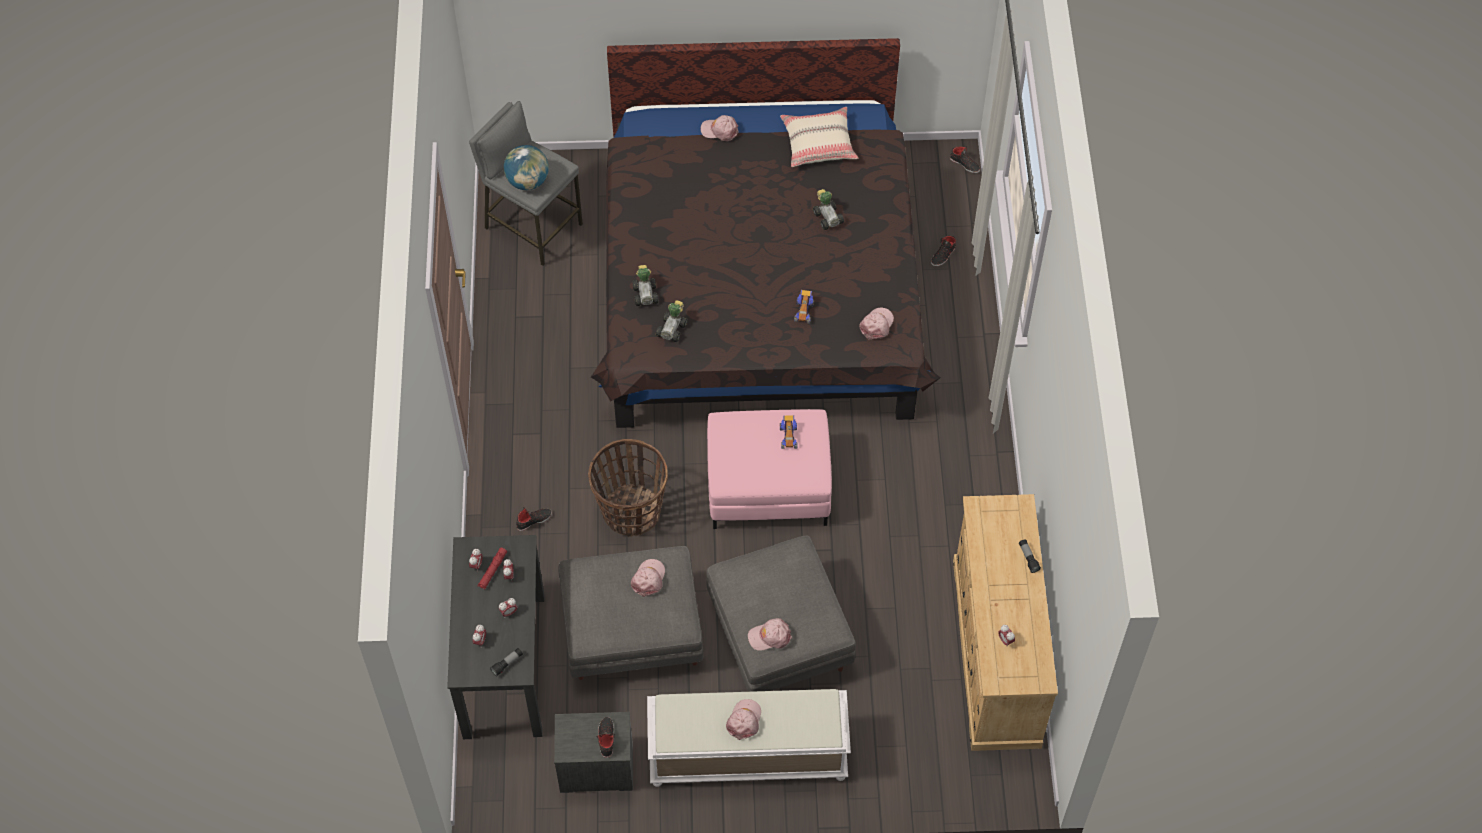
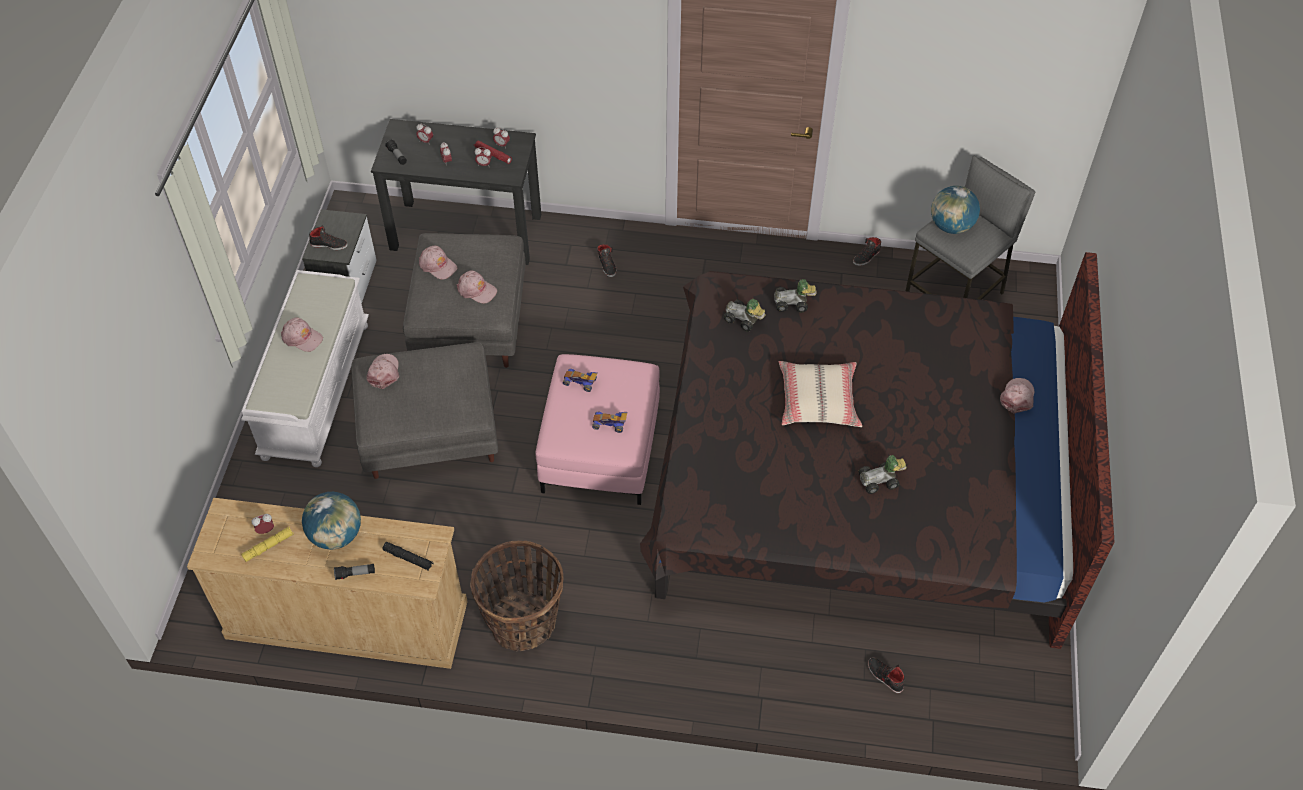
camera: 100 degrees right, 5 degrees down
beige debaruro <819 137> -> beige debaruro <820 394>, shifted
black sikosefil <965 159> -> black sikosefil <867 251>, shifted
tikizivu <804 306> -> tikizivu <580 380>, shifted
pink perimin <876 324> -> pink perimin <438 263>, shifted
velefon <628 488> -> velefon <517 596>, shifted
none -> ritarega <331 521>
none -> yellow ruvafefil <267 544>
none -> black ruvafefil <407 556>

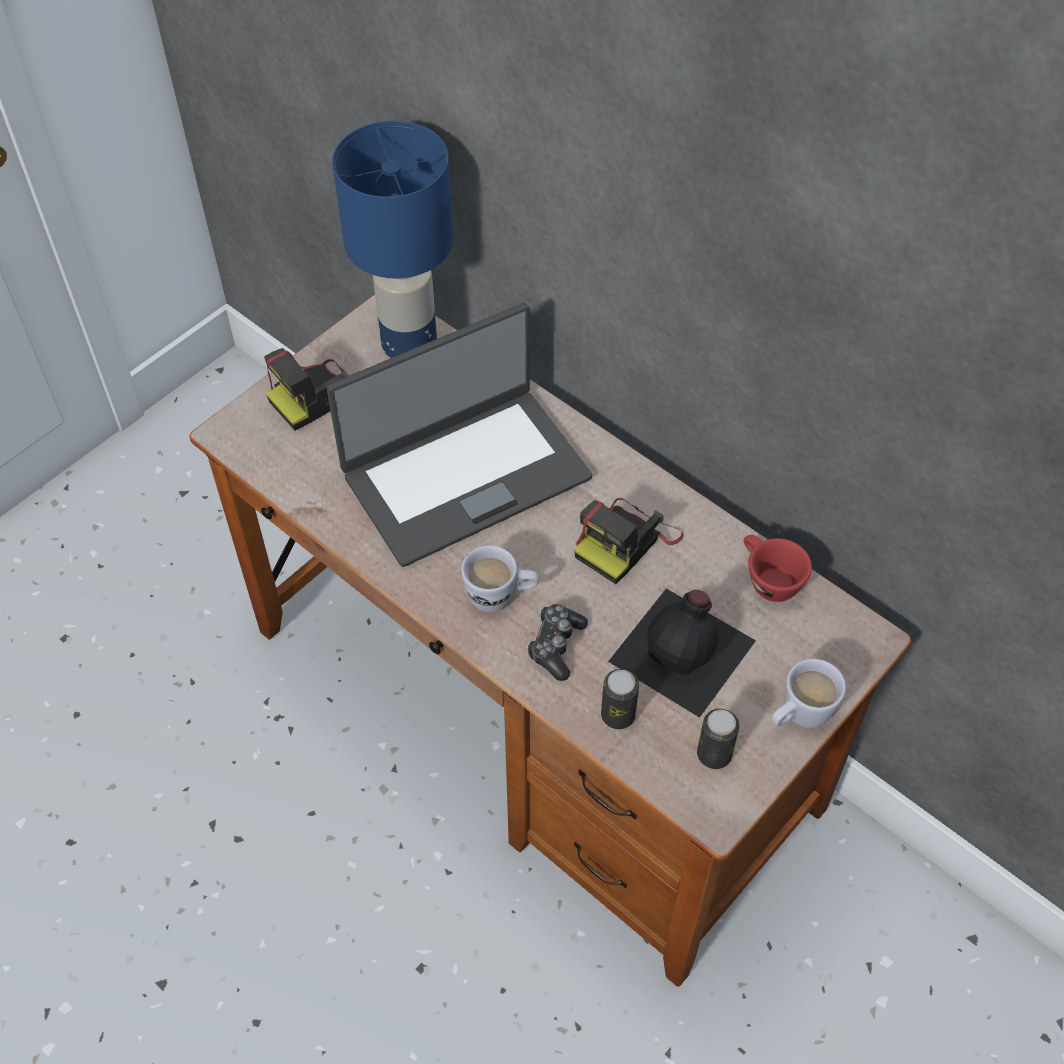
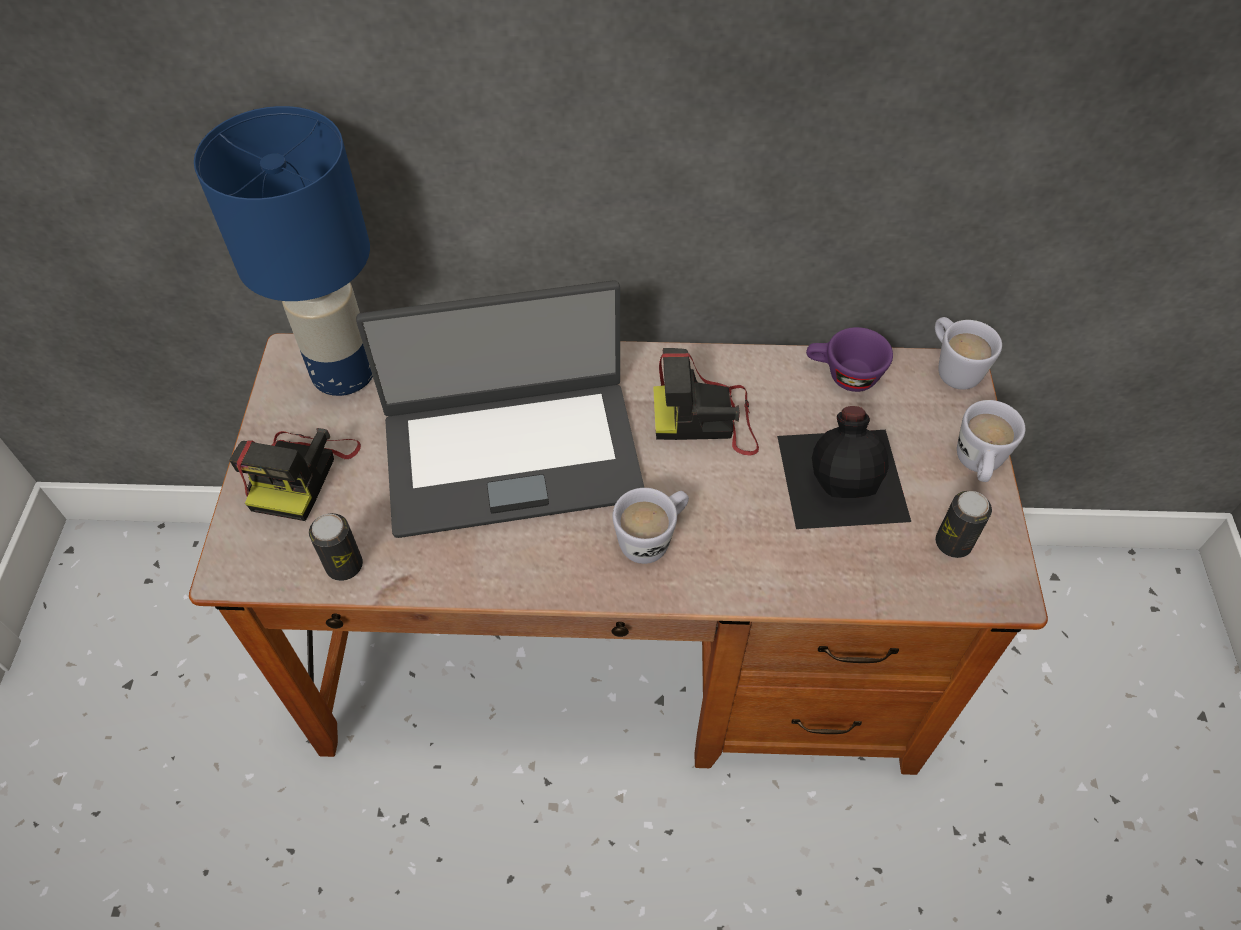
camera: 40 degrees left, 0 degrees up
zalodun <459 435> -> zalodun <500 409>, 60 degrees clockwise
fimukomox <629 541> -> fimukomox <706 401>, 90 degrees clockwise
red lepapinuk <778 568> -> purple lepapinuk <849 359>
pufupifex <557 642> -> none
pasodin <620 699> -> pasodin <336 547>, shifted
none -> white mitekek <968 353>

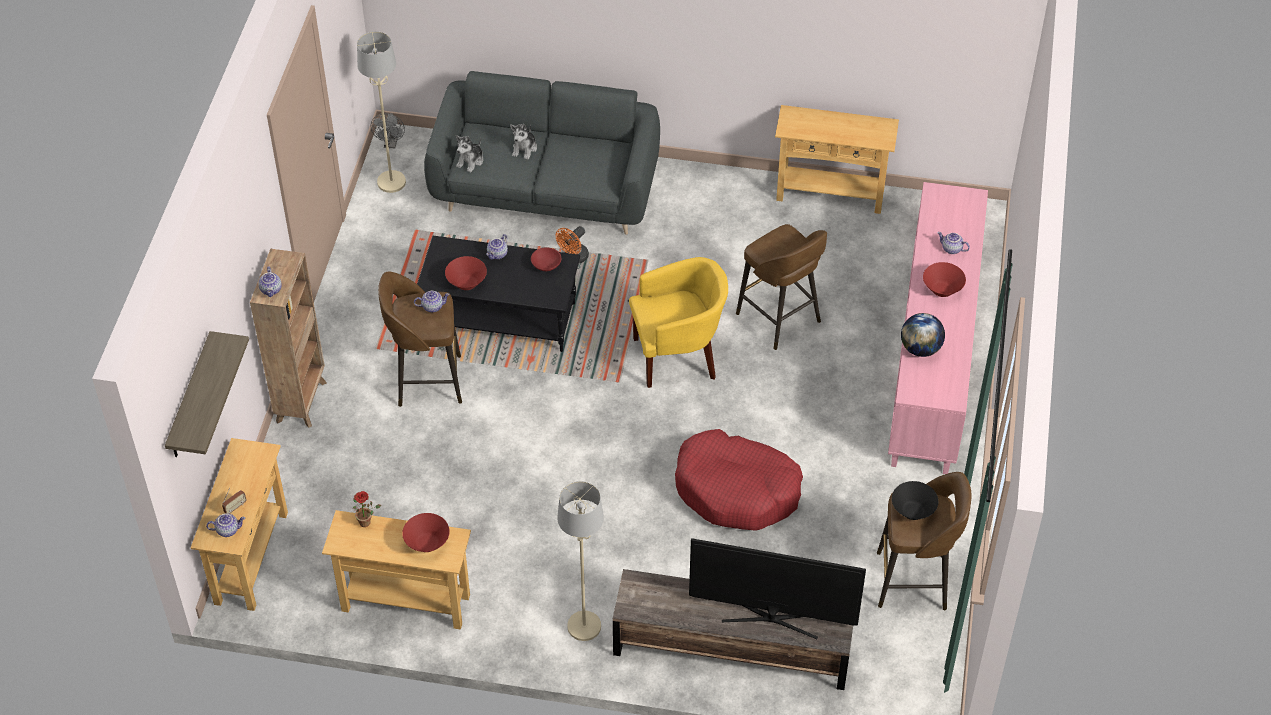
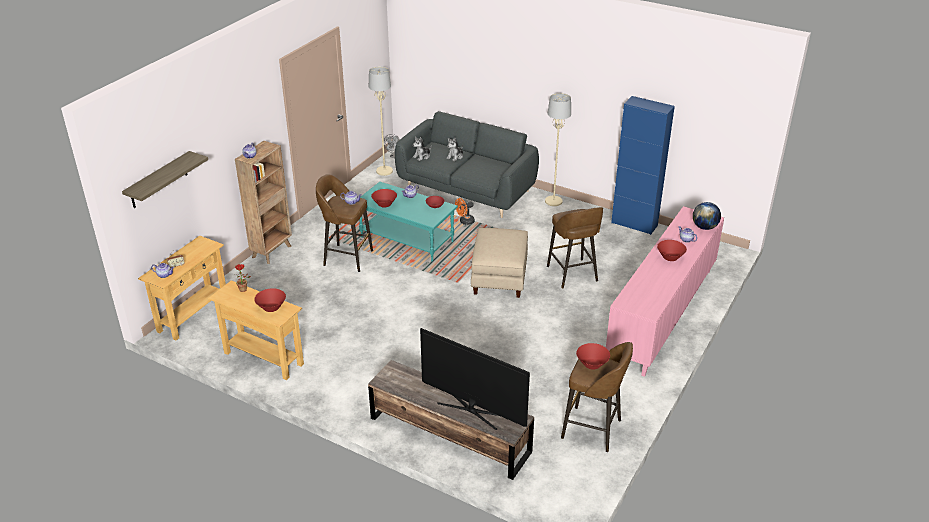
camera: 20 degrees right, 15 degrees down
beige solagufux <837 159> -> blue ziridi <643 165>
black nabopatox <498 294> -> turquoise nabopatox <408 221>
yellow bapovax <678 322> -> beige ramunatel <499 263>
ritarega <923 335> -> ritarega <707 216>, shifted
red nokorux <739 480> -> none
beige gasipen <580 561> -> beige gasipen <558 149>, shifted
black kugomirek <915 500> -> red kugomirek <593 356>

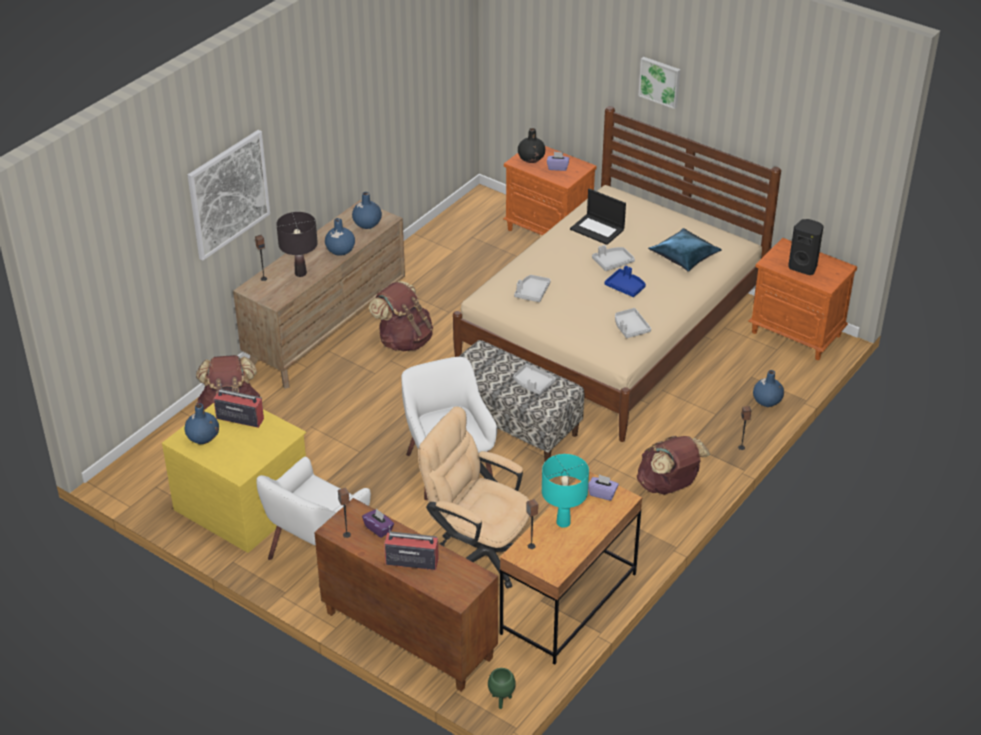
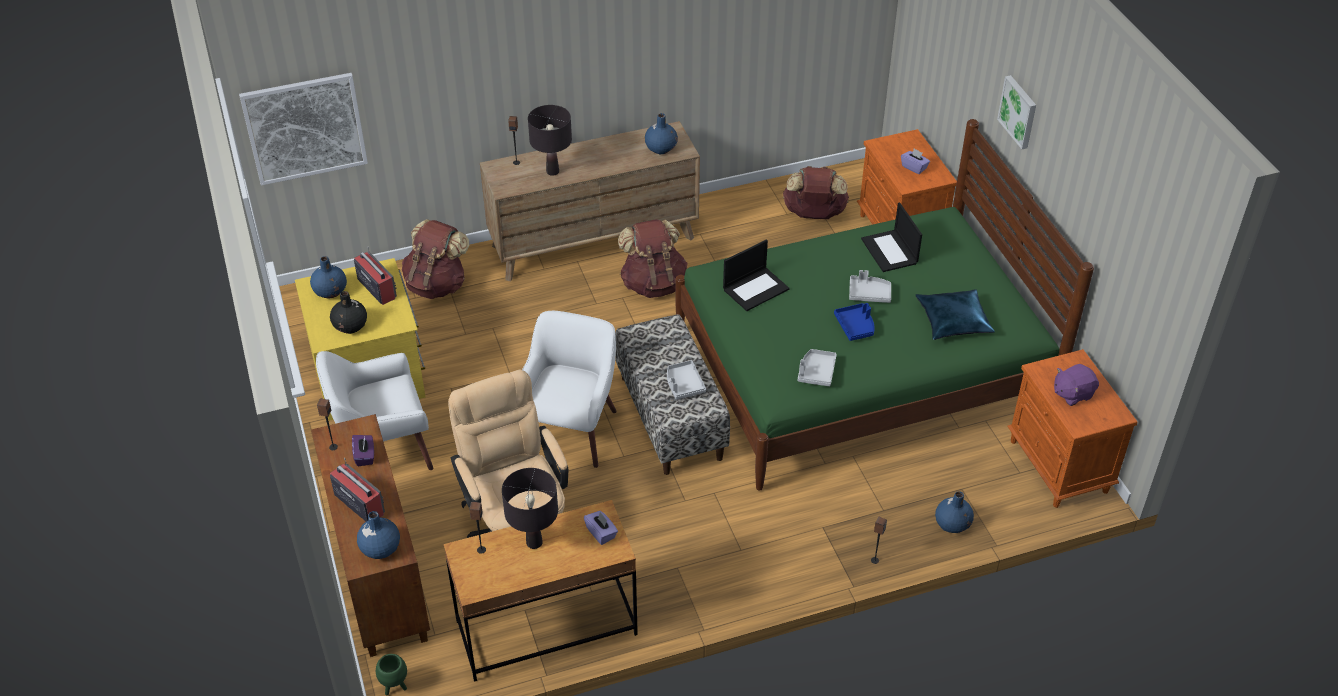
camera: 35 degrees right, 5 degrees up
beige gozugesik <617 274> -> green gozugesik <885 305>
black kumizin <531 145> -> black kumizin <348 312>, shifted
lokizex <229 195> -> lokizex <303 129>, shifted
blue kumizin <340 237> -> blue kumizin <378 535>, shifted
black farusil <806 247> -> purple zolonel <1076 385>
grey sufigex <532 288> -> zalodun <756 275>
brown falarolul <673 465> -> brown falarolul <816 192>, shifted
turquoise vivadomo <565 491> -> black vivadomo <530 508>

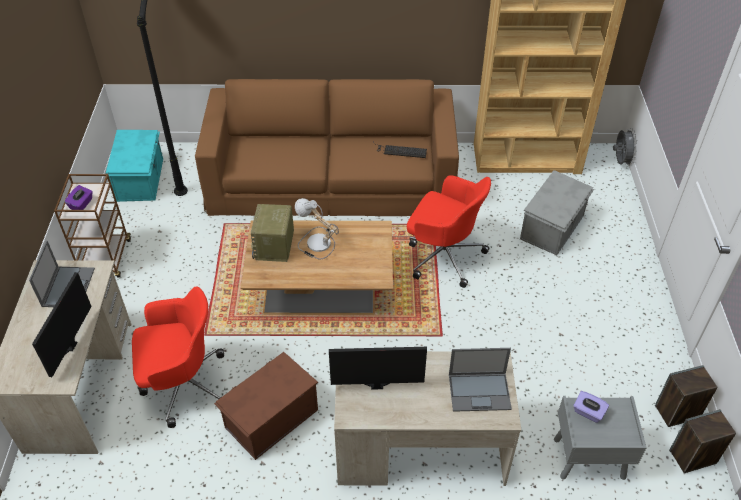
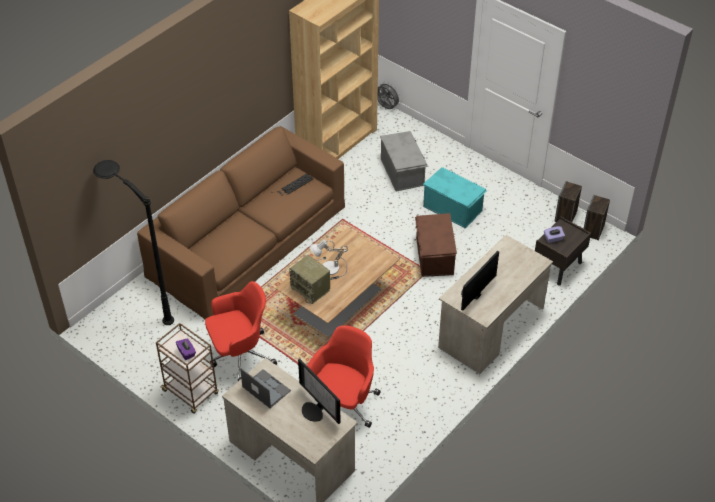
camera: 50 degrees left, 0 degrees up
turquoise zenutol <134 166> -> turquoise zenutol <455 197>, shifted
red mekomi <449 231> -> red mekomi <241 331>, shifted
zalodun <480 380> -> none
brown zenutol <266 406> -> brown zenutol <436 245>, shifted
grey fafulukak <600 438> -> brown fafulukak <563 251>

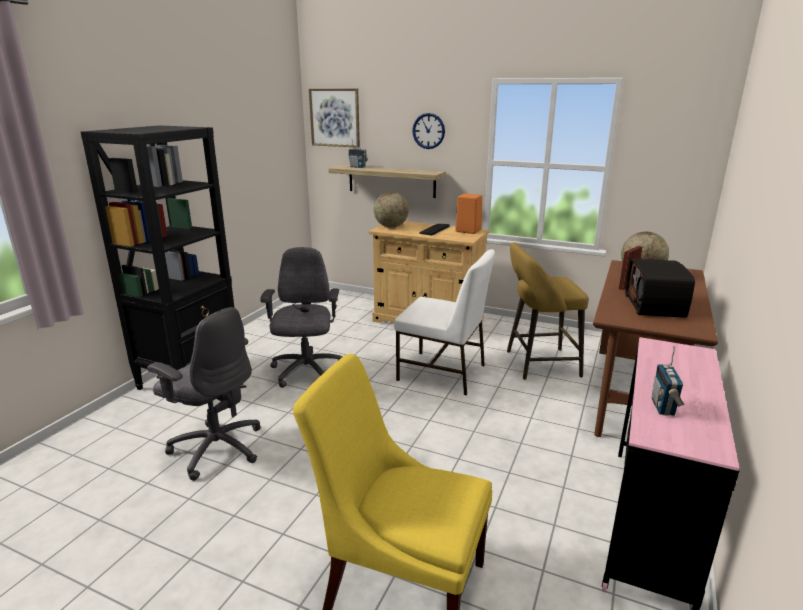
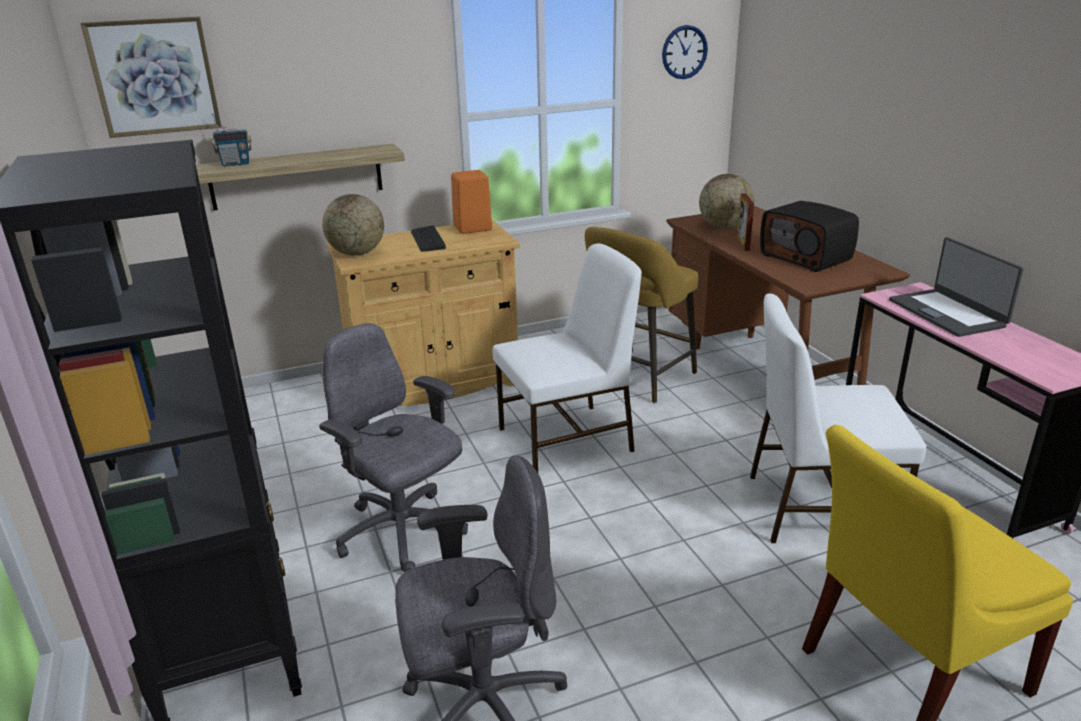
camera: 45 degrees left, 5 degrees up
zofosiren <428 131> -> zofosiren <685 52>, shifted
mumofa <667 381> -> none
none -> zalodun <956 287>
none -> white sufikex <838 418>

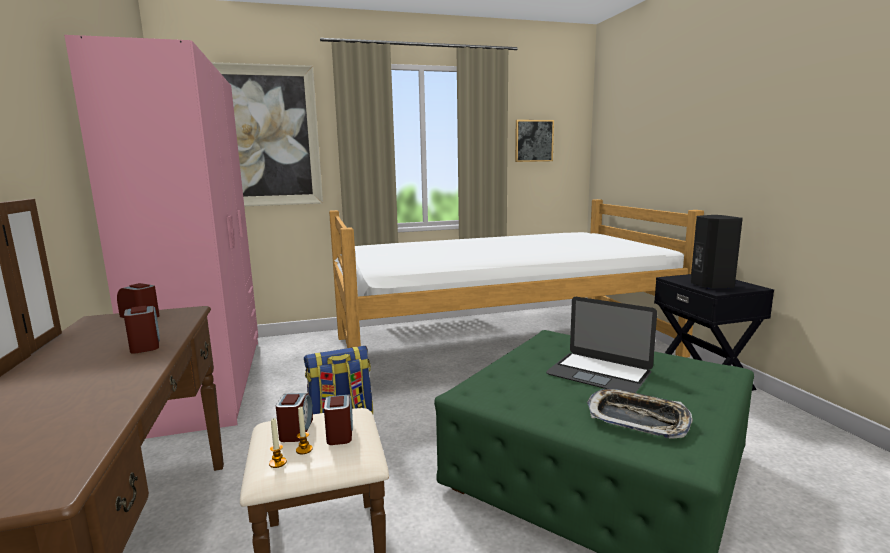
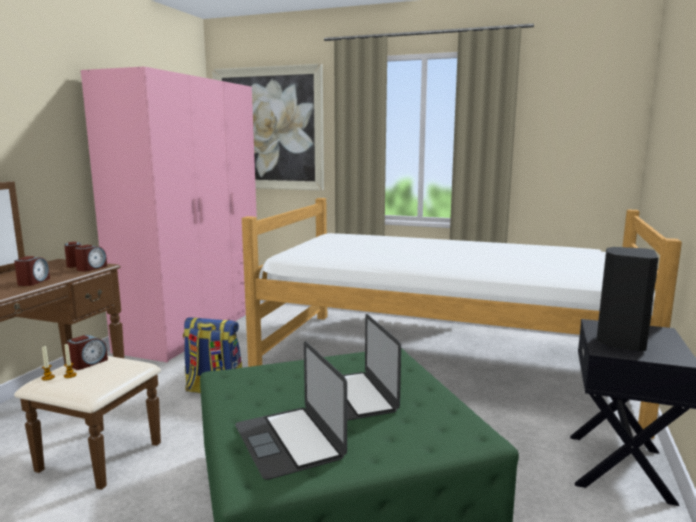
camera: 35 degrees right, 0 degrees up
lokizex <534 141> -> none
sufigex <640 414> -> zalodun <291 410>
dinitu <338 420> -> dinitu <90 258>, shifted

